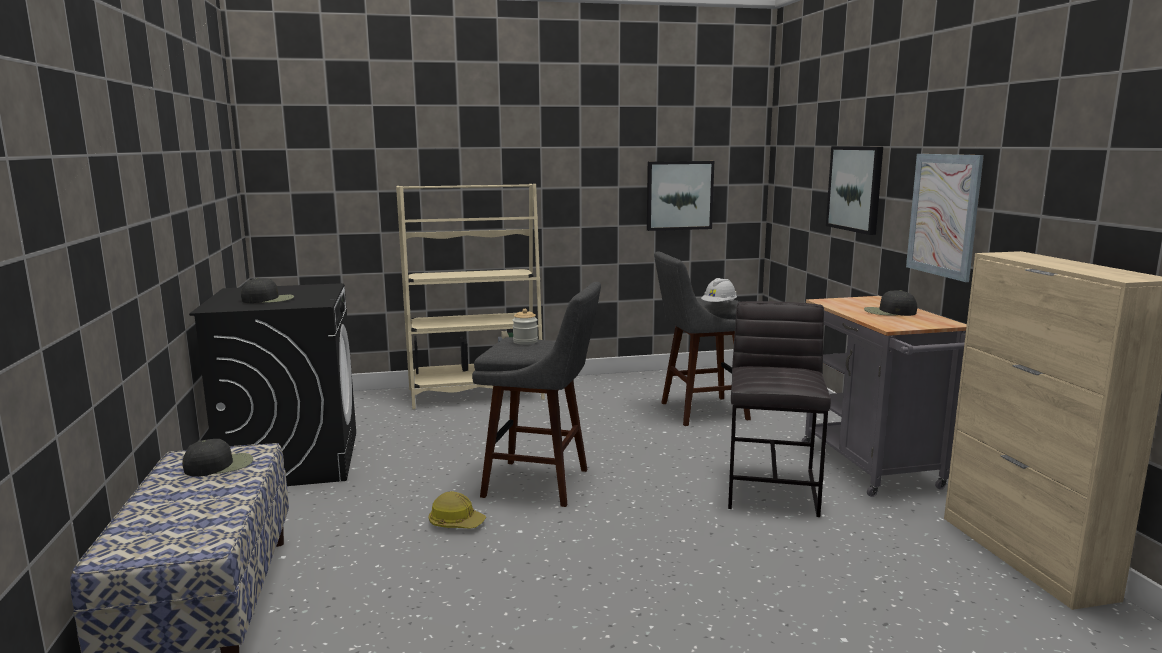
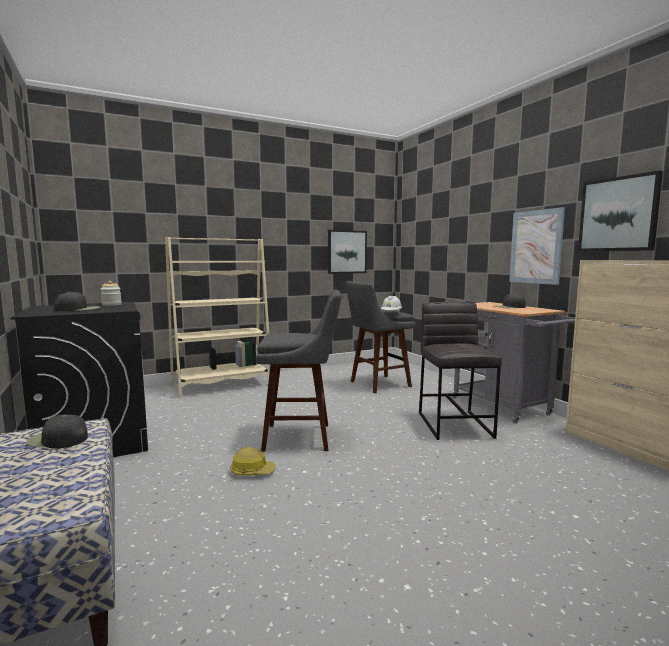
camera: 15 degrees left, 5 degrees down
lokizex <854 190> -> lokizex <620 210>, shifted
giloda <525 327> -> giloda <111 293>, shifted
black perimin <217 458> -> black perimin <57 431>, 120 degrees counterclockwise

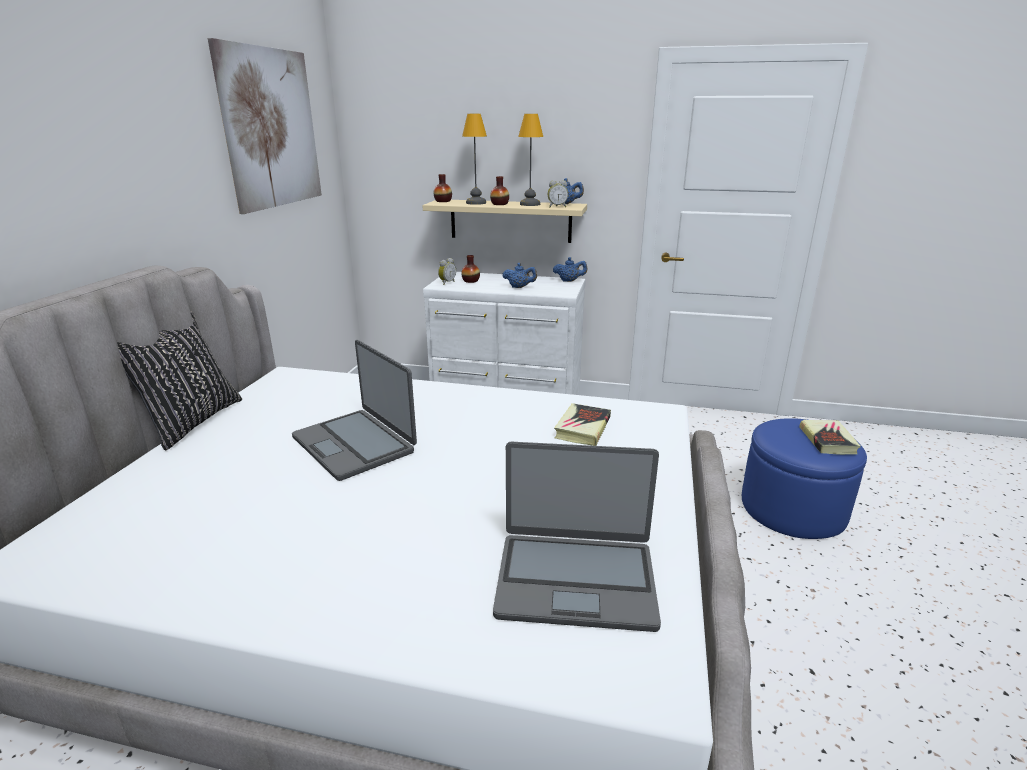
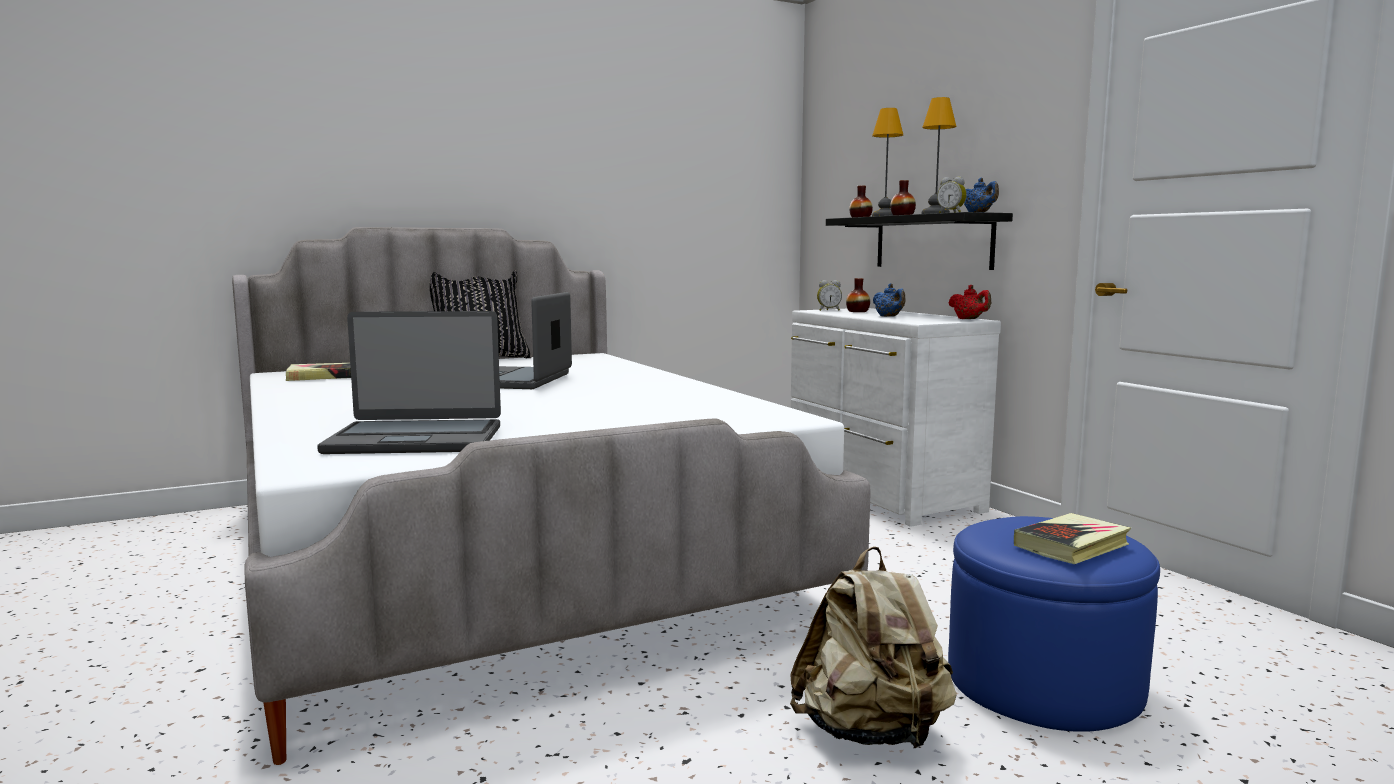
camera: 50 degrees right, 15 degrees down
lokizex <265 126> -> none
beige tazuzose <504 221> -> black tazuzose <919 241>
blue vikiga <570 269> -> red vikiga <970 302>
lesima <582 424> -> lesima <318 372>, shifted
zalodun <577 537> -> zalodun <409 382>, 60 degrees counterclockwise
none -> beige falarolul <873 647>

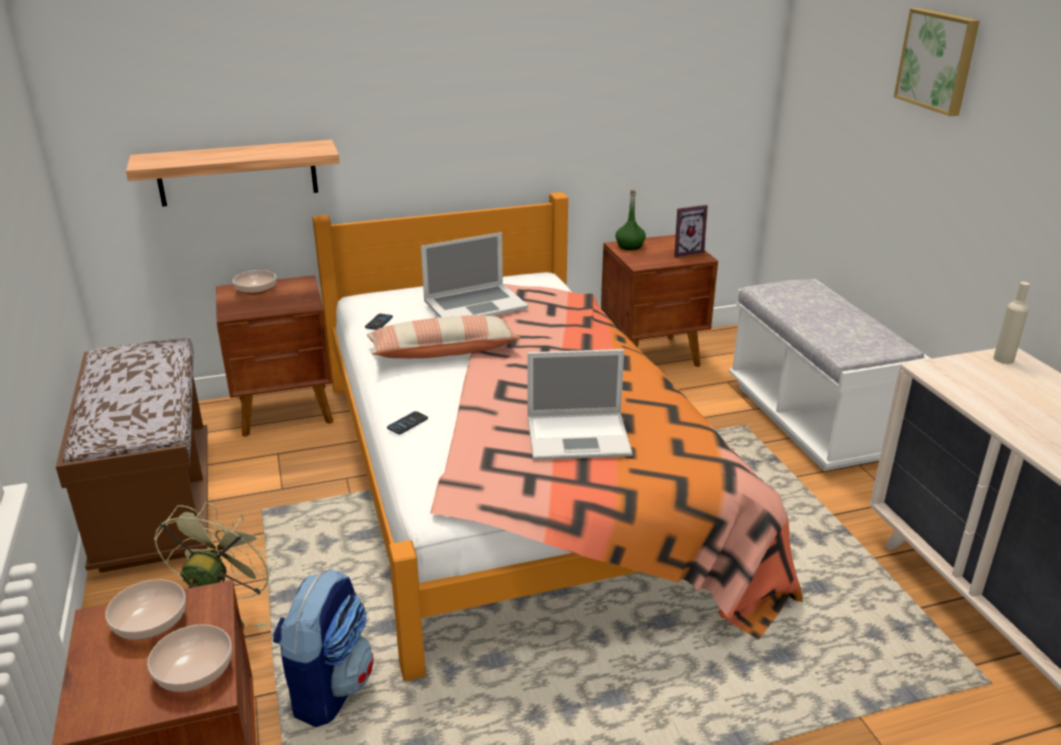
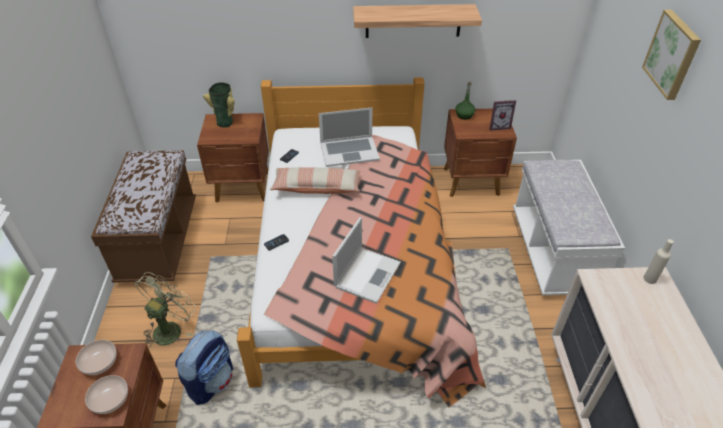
camera: 15 degrees right, 15 degrees up
tazuzose <233 173> -> tazuzose <417 21>, shifted
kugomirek <254 282> -> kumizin <219 105>
zalodun <580 404> -> zalodun <366 260>, 75 degrees counterclockwise

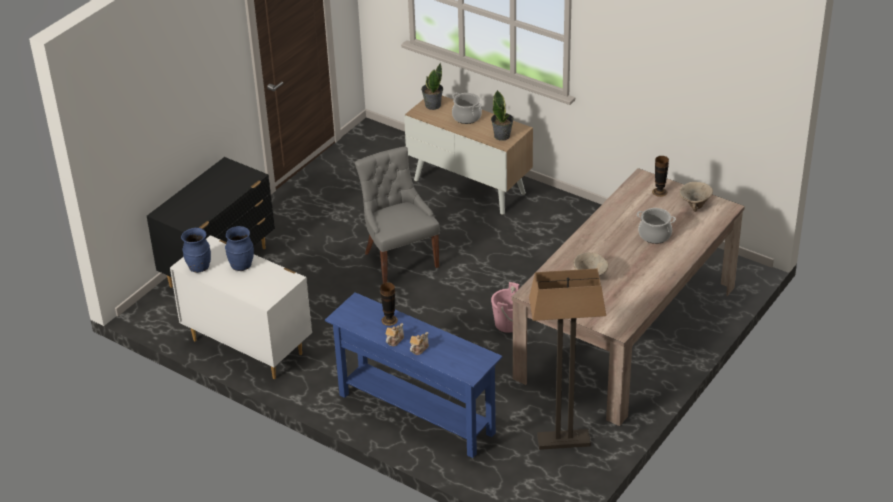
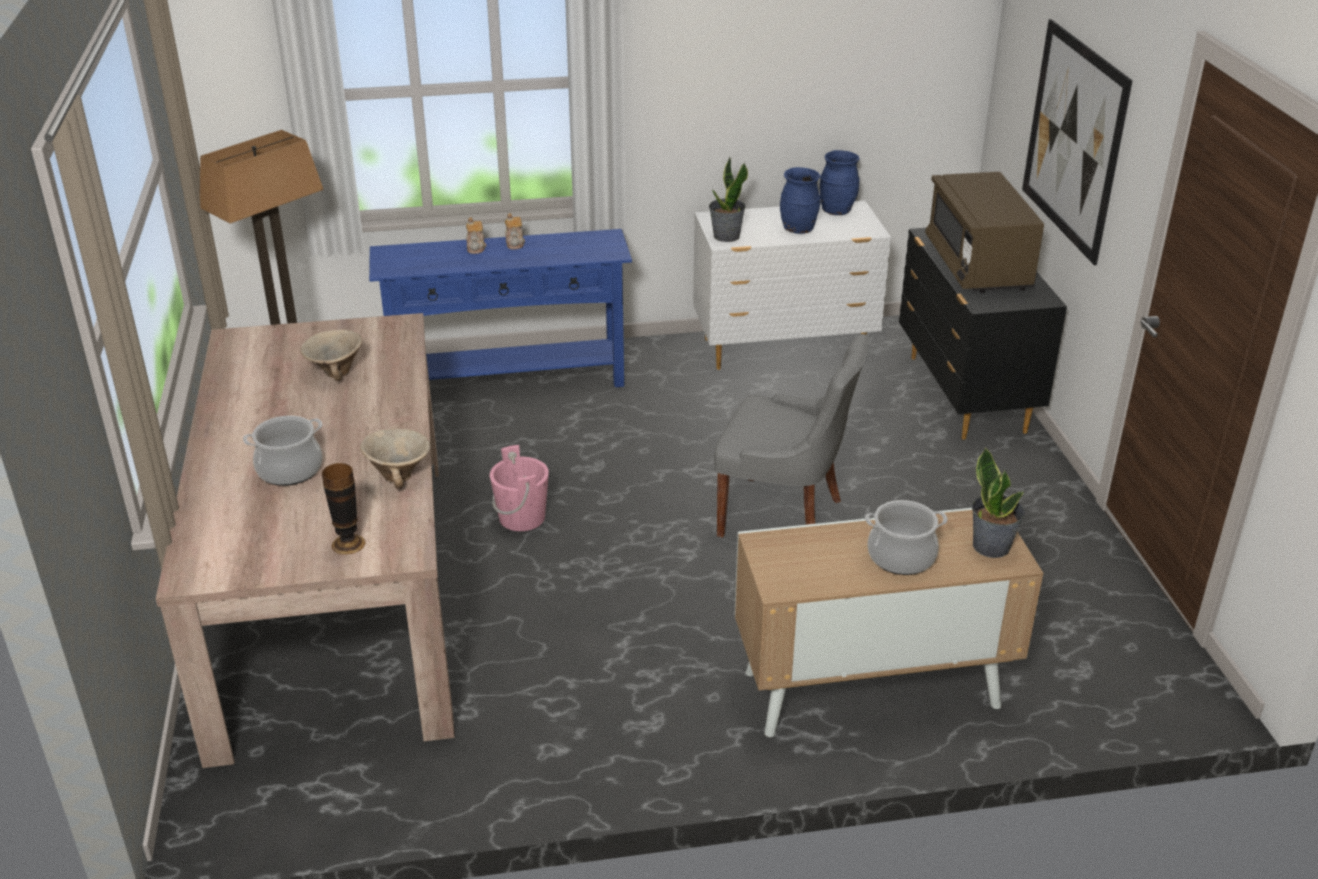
camera: 135 degrees right, 5 degrees down
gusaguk <502 115> -> gusaguk <728 199>, shifted
beige kugomirek <696 197> -> beige kugomirek <395 458>, shifted
kumizin <389 304> -> none
none -> lokizex <1077 142>
none -> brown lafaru <984 232>

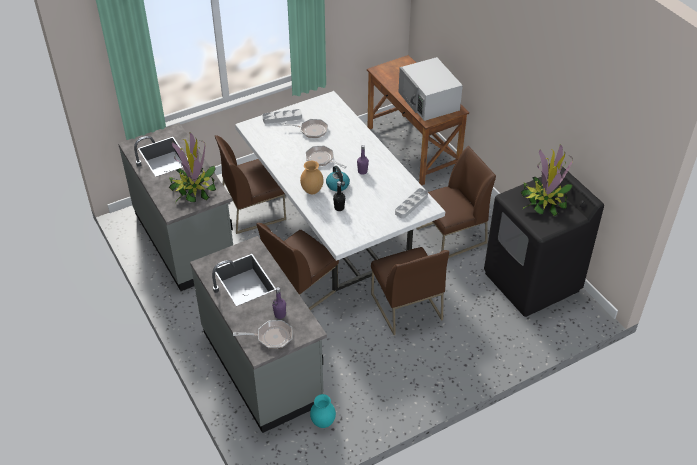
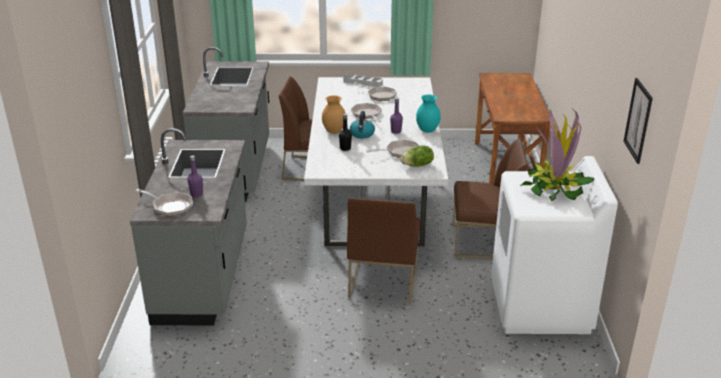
camera: 30 degrees right, 15 degrees down
white lafaru <431 89> -> none
gusaguk <192 167> -> none
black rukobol <544 240> -> white rukobol <554 245>
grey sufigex <411 203> -> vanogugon <417 156>
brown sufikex <297 266> -> none
turquoise kumizin <323 411> -> turquoise kumizin <428 113>, shifted
none -> lokizex <638 121>
none -> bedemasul <392 149>

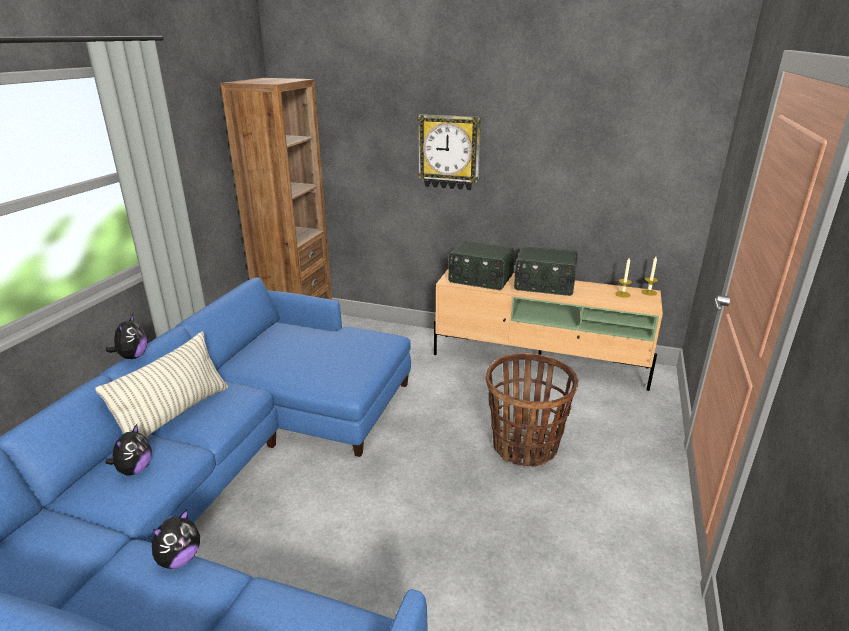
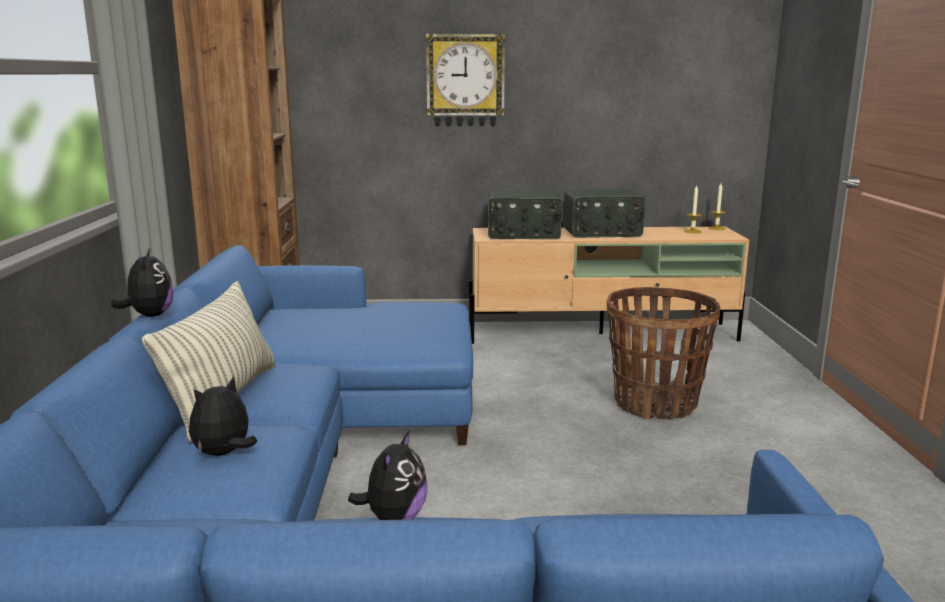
camera: 20 degrees left, 10 degrees down
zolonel <129 449> -> zolonel <223 416>, 135 degrees counterclockwise

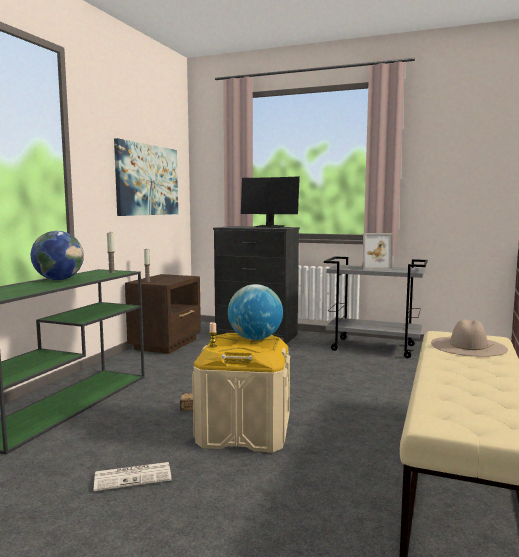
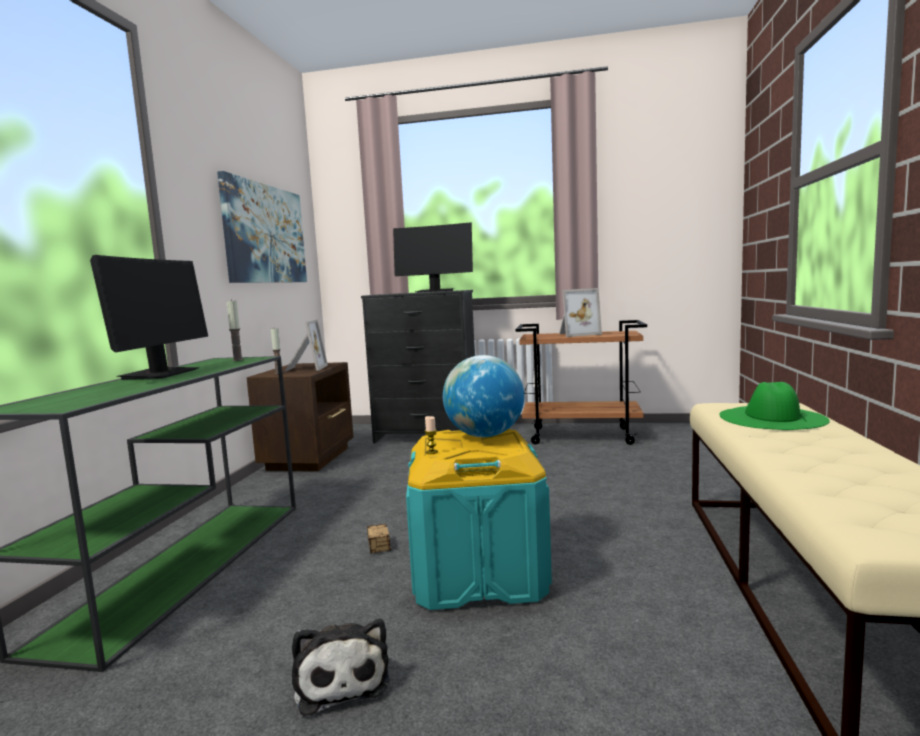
camera: 10 degrees left, 0 degrees up
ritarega <57 255> -> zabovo <149 317>
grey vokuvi <376 307> -> brown vokuvi <581 382>
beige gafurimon <469 338> -> green gafurimon <774 406>
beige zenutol <241 393> -> turquoise zenutol <479 519>
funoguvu <133 476> -> zolonel <341 667>
none -> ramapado <306 345>

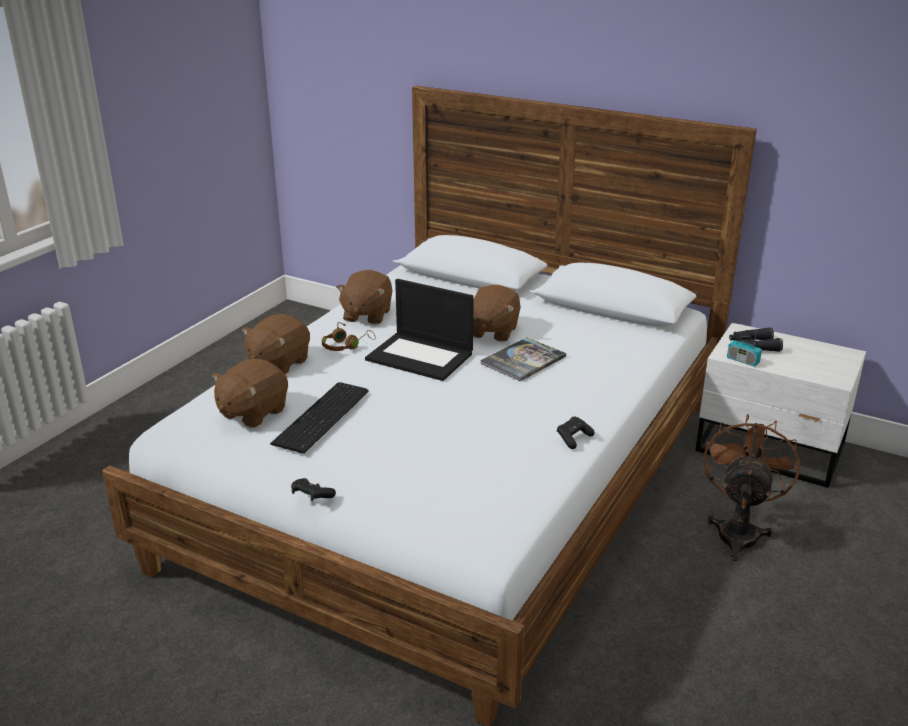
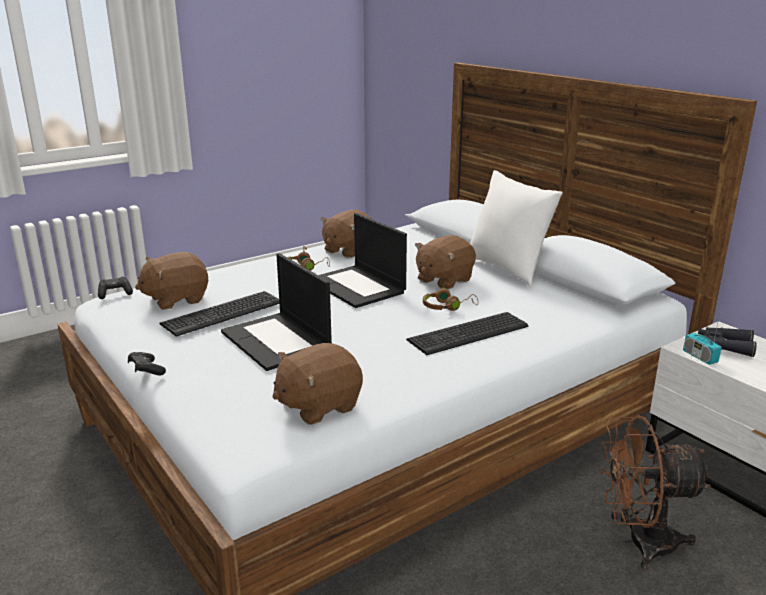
camera: 25 degrees right, 5 degrees down
brown zolonel <275 344> -> brown zolonel <317 384>, shifted
lesima <523 359> -> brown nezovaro <450 296>
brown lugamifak <751 487> -> brown lugamifak <656 492>, 135 degrees counterclockwise
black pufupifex <576 432> -> black pufupifex <115 288>, shifted
none -> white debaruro <516 228>
none -> zalodun <276 312>
none -> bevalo <467 333>

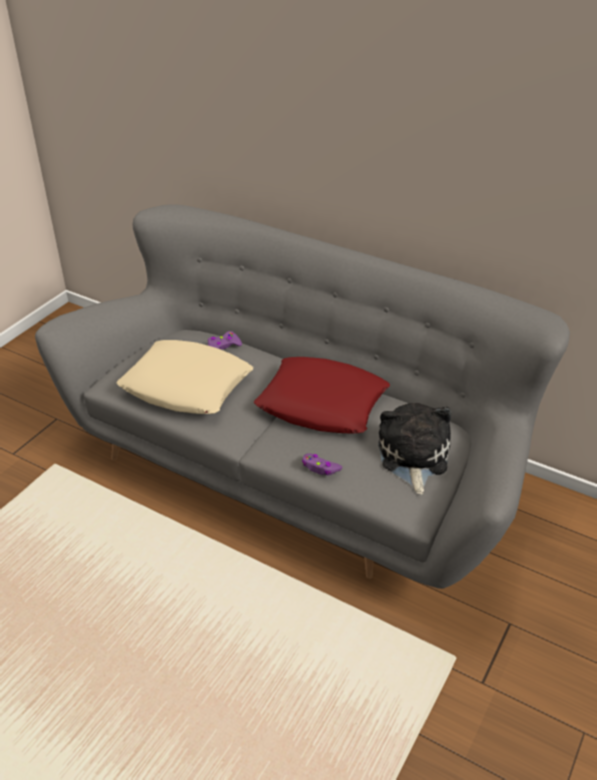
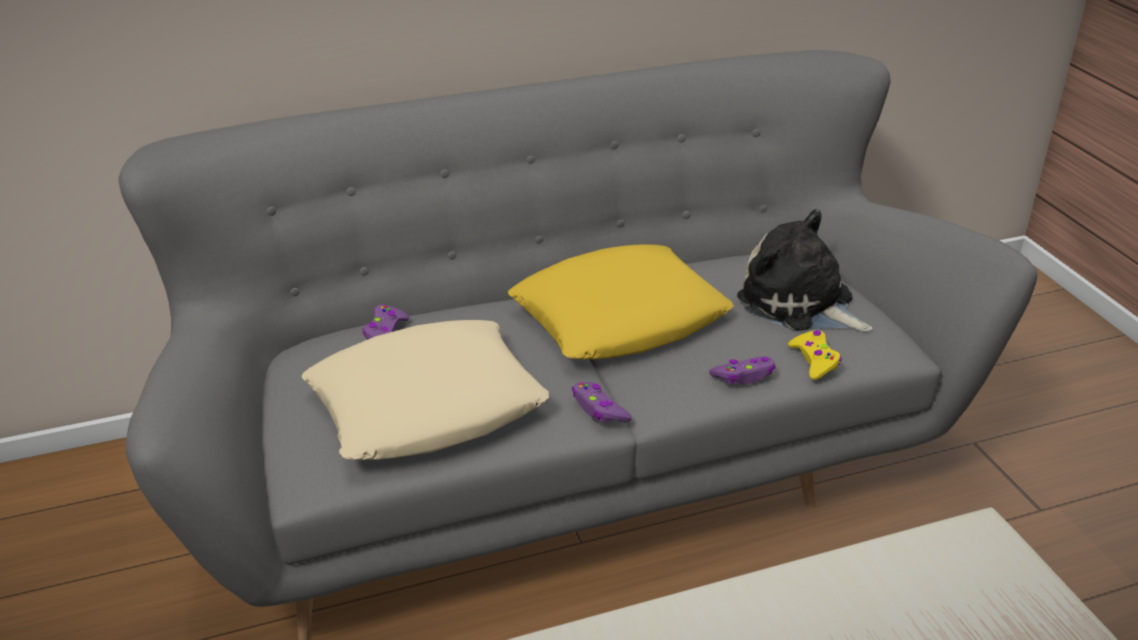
camera: 50 degrees left, 5 degrees down
red debaruro <322 395> -> yellow debaruro <621 301>
none -> yellow pufupifex <814 355>
none -> purple pufupifex <602 402>

